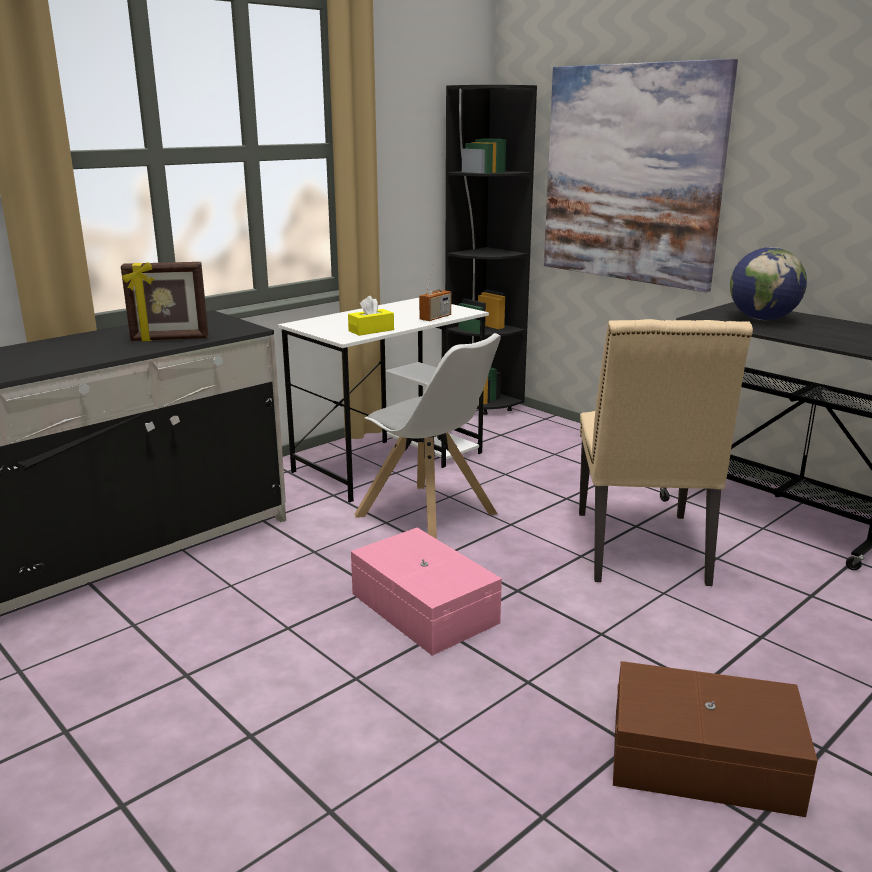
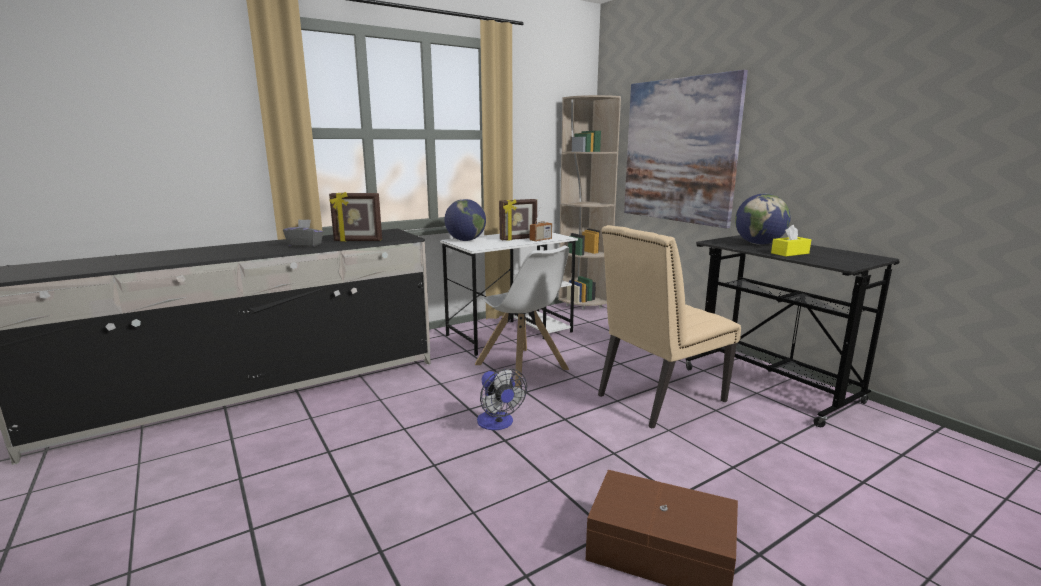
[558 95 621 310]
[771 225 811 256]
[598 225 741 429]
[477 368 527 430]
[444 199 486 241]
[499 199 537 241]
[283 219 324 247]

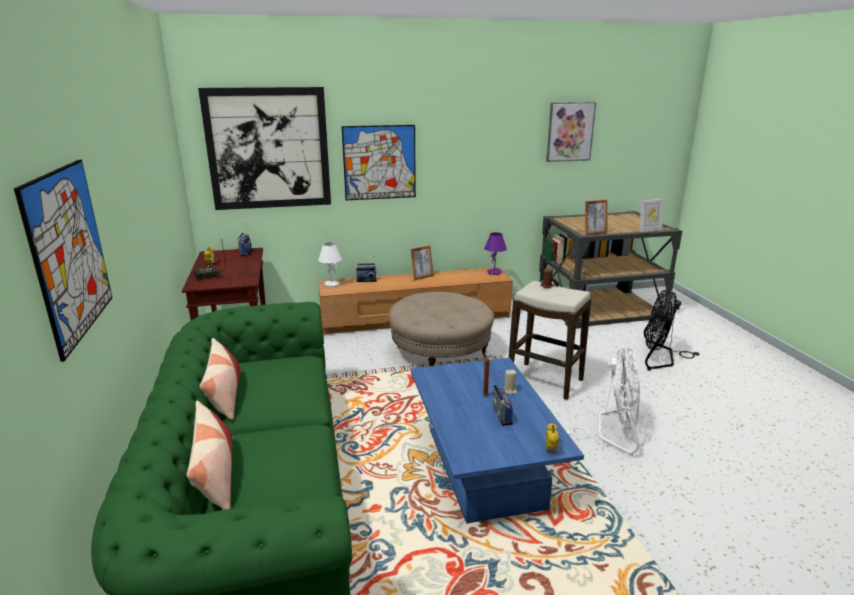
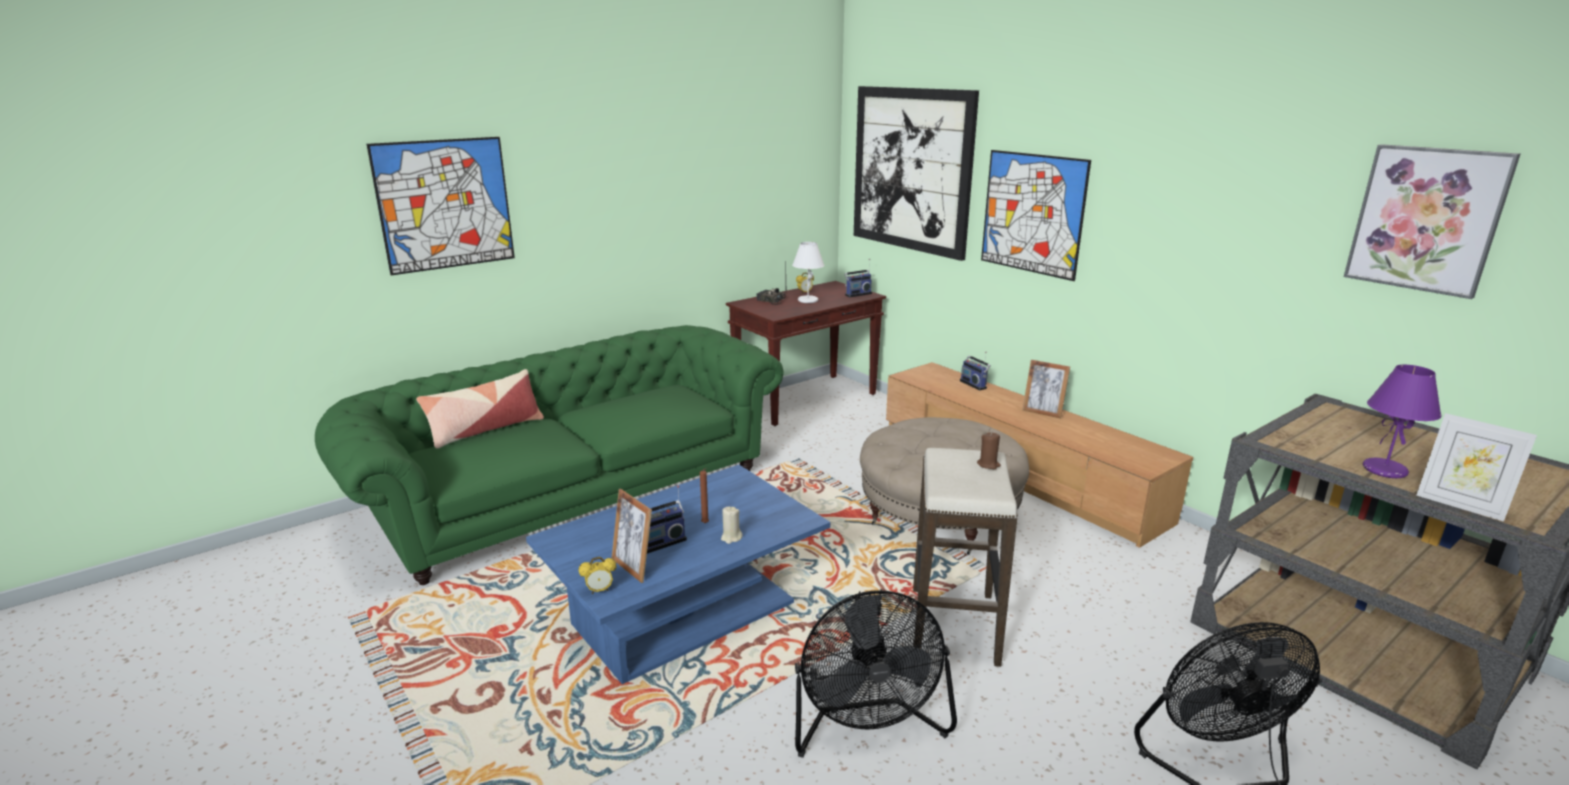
[612 489 652 583]
[1363 365 1442 478]
[792 242 825 303]
[200 338 241 420] (first image)
[795 589 957 758]

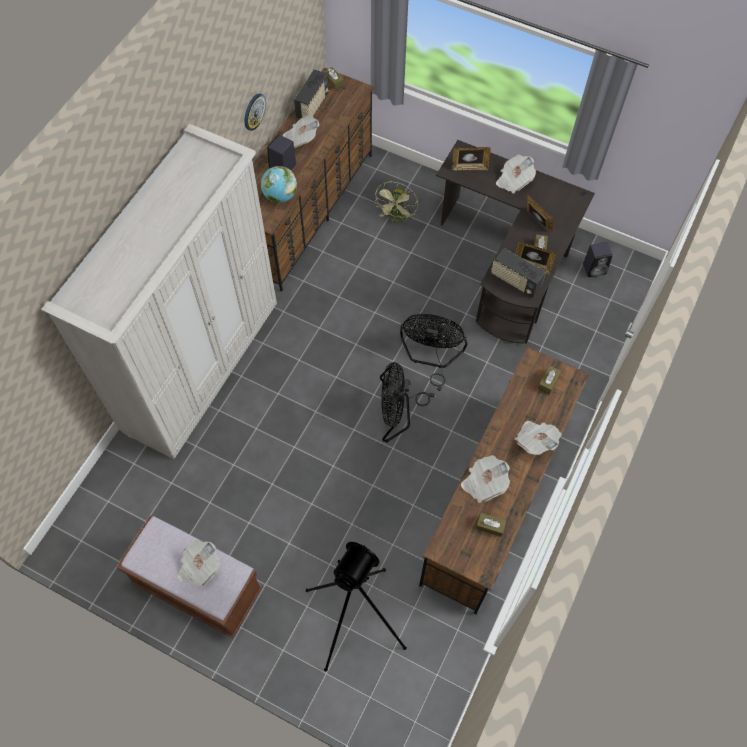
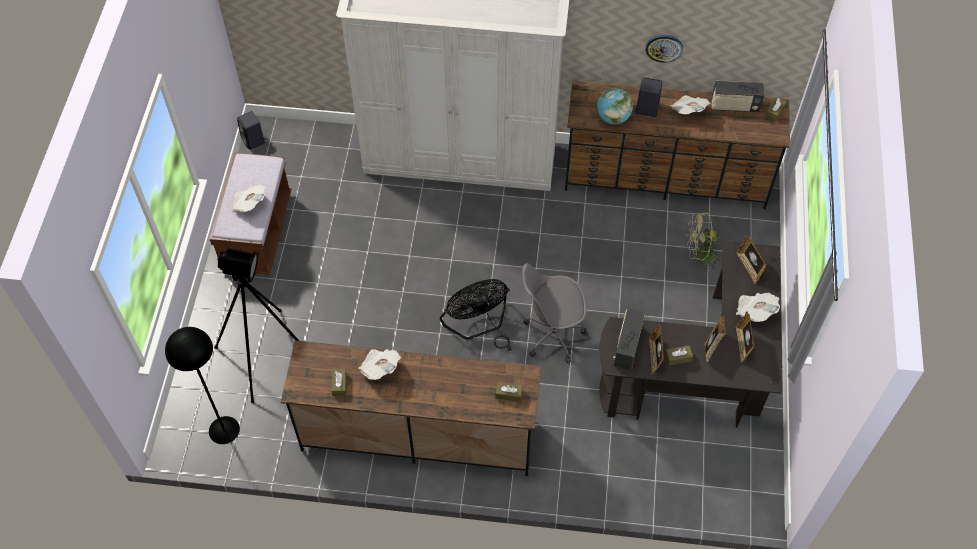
[237 111 265 150]
[522 263 587 363]
[514 421 562 455] (first image)
[736 312 754 363]
[165 327 240 444]

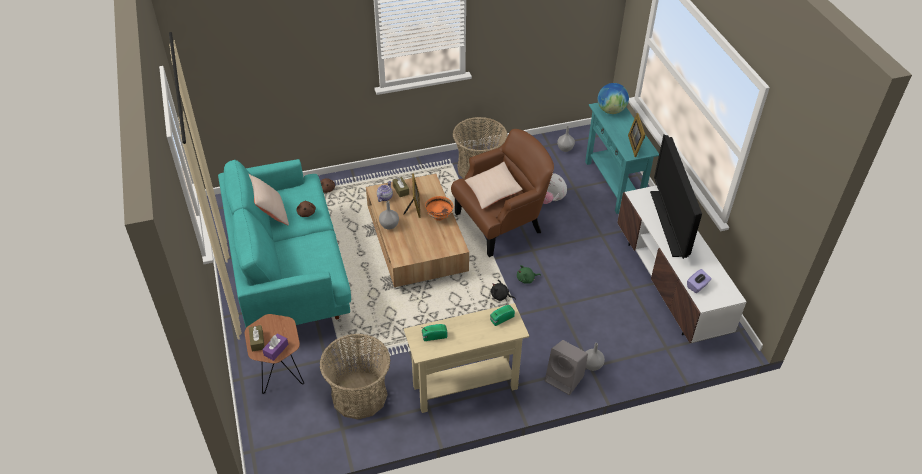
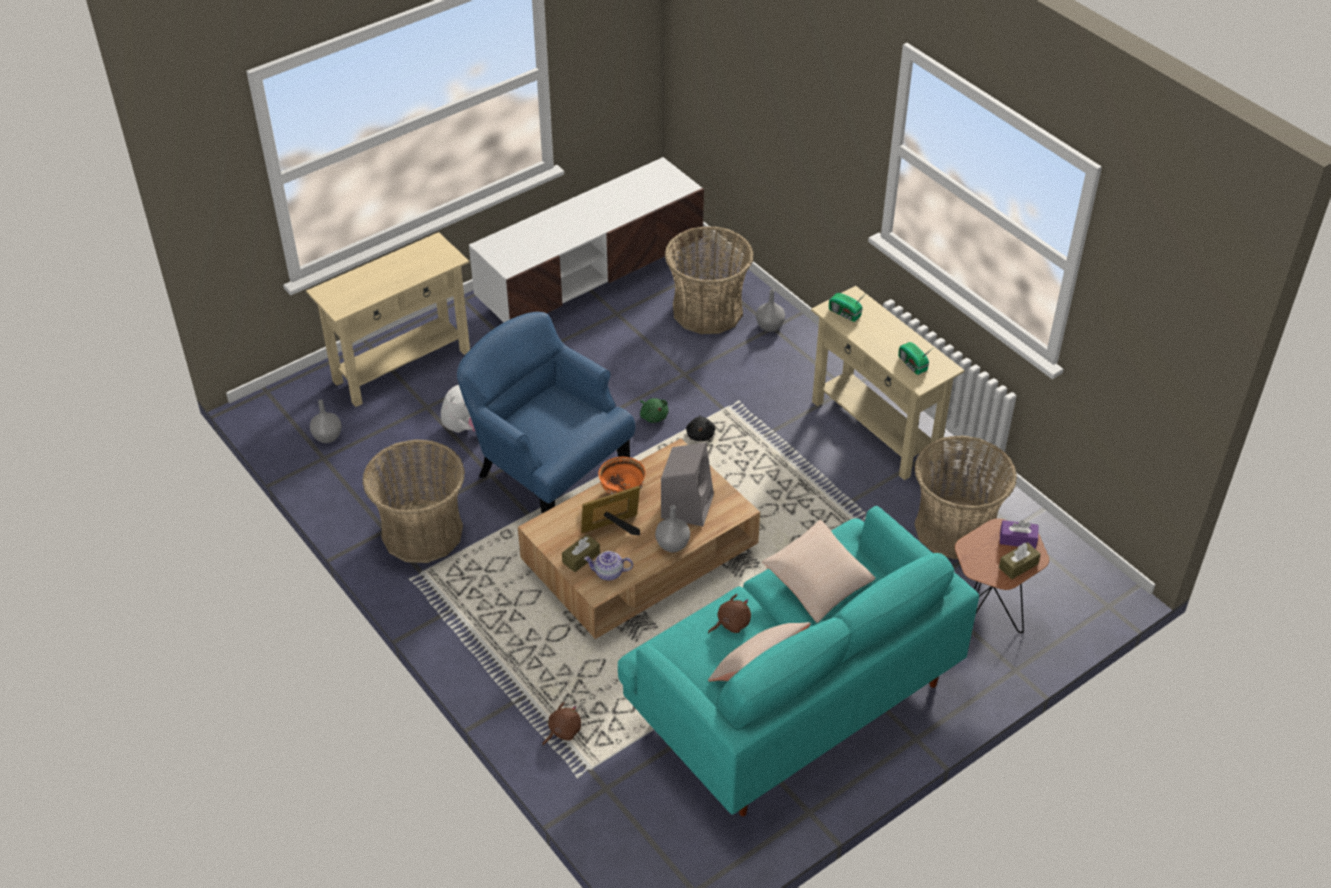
[598 83 629 114] (first image)
[306 232 470 407]
[628 113 645 157] (first image)
[457 312 635 513]
[650 134 702 259] (first image)
[762 520 876 623]
[687 269 712 293] (first image)
[661 442 714 526]
[665 226 754 334]

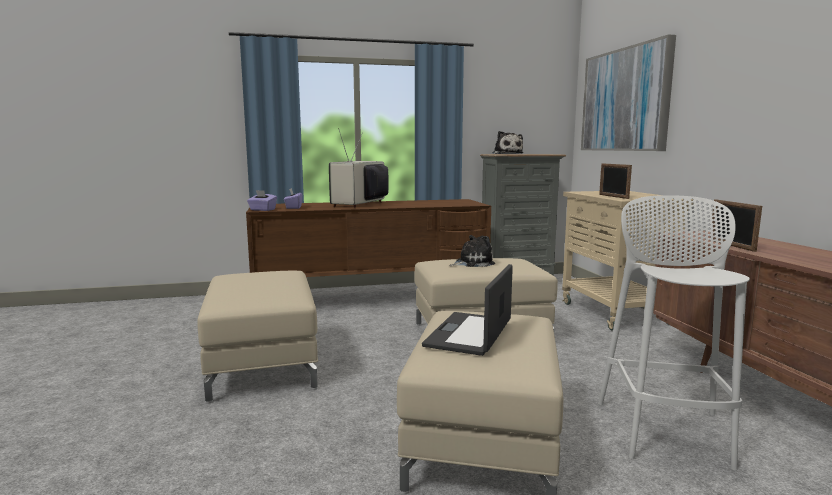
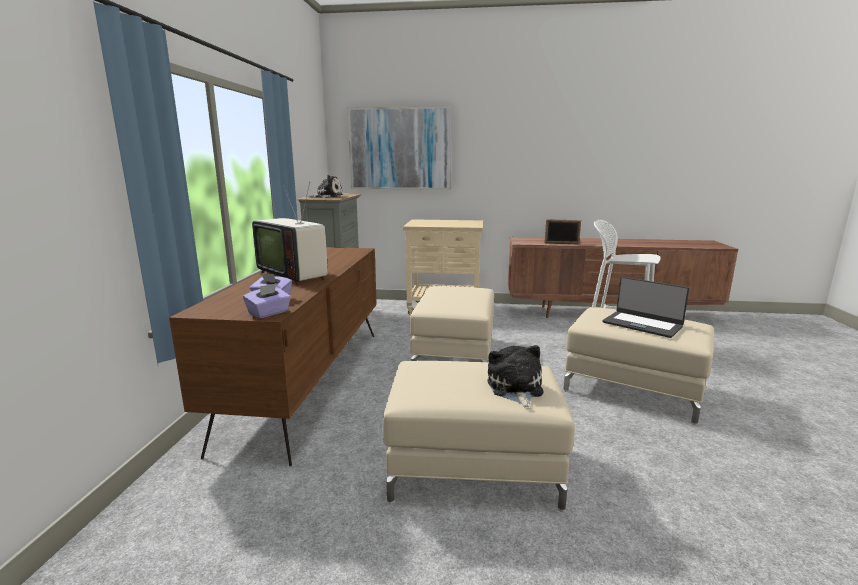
[599 164 632 199] (first image)
[488 345 543 409]

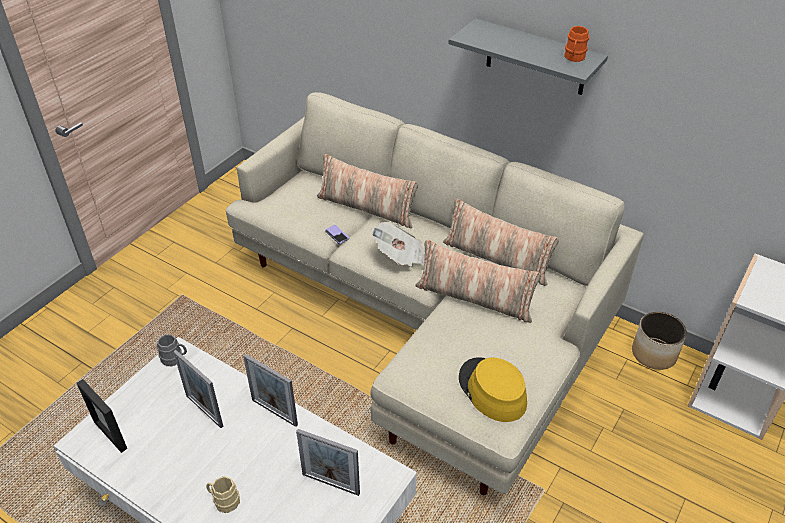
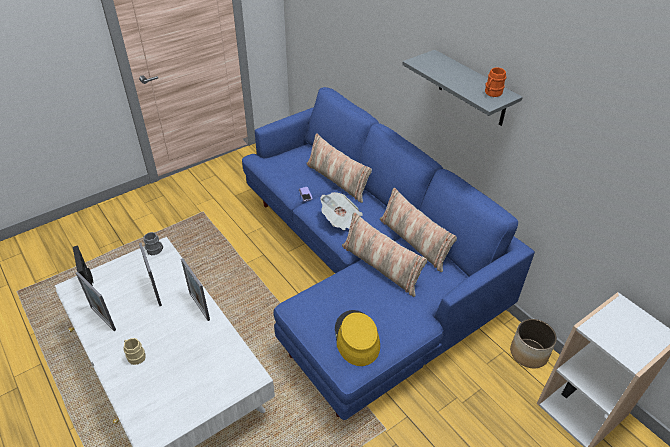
[242 87 535 420]
[76 272 116 331]

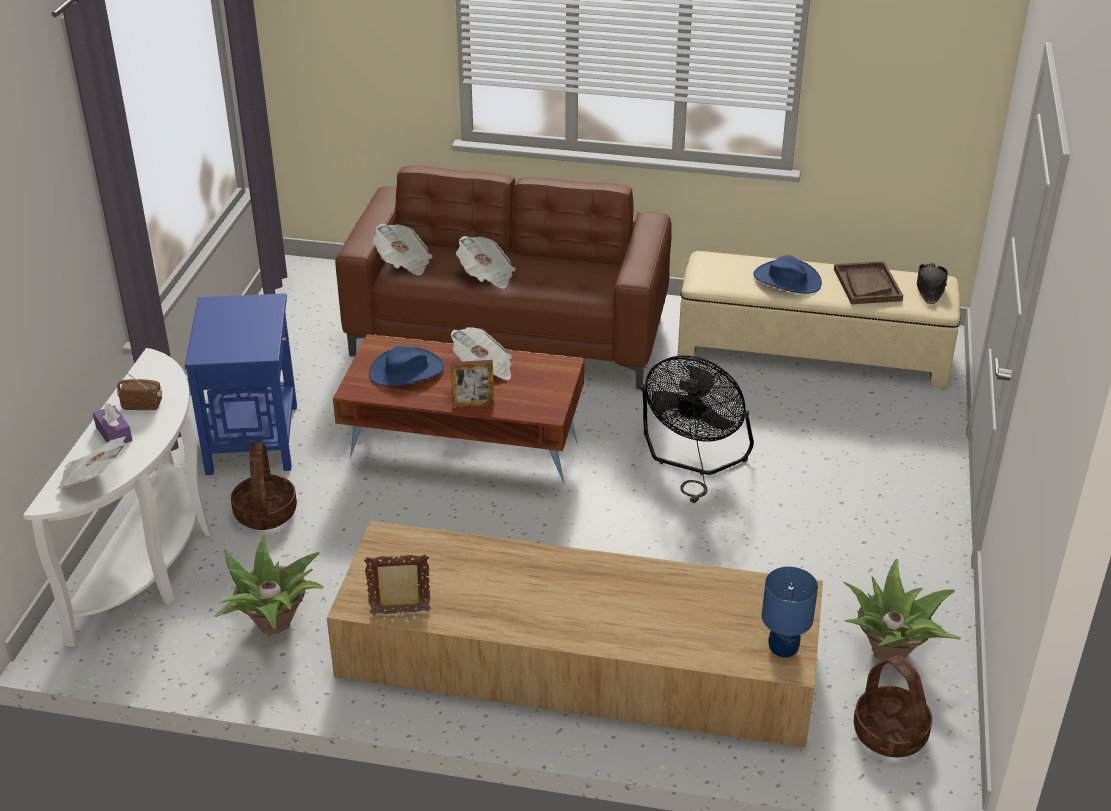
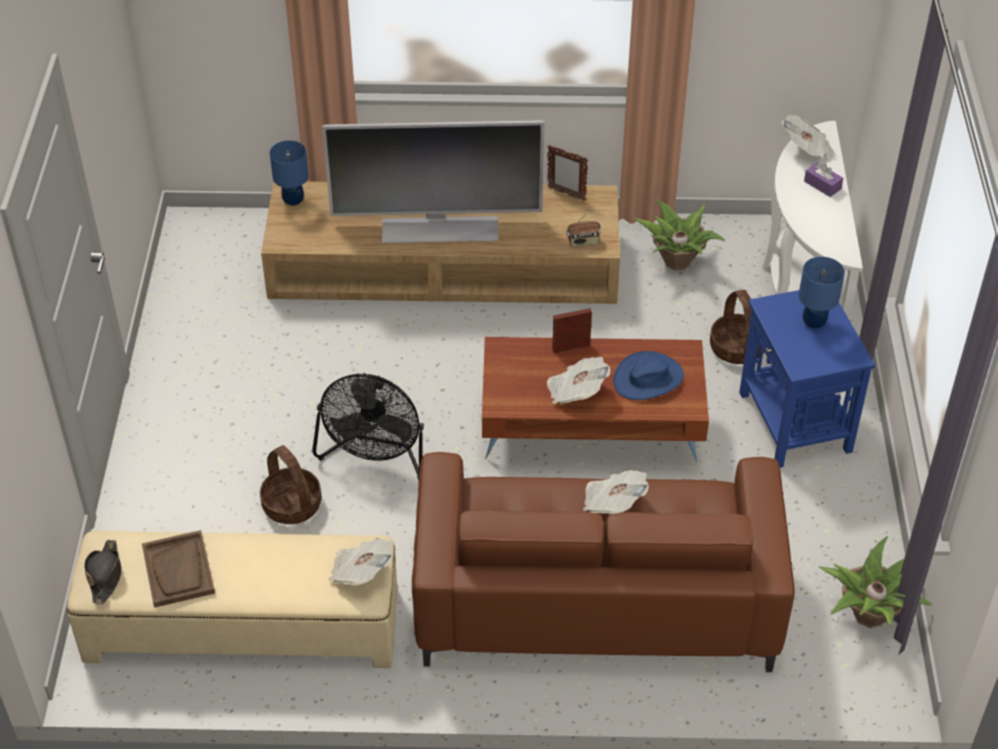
[329 538 393 586]
[753 255 822 294] (first image)
[566 212 601 247]
[547 145 588 201]
[819 536 932 628]
[260 445 322 524]
[322 120 544 243]
[799 257 845 328]

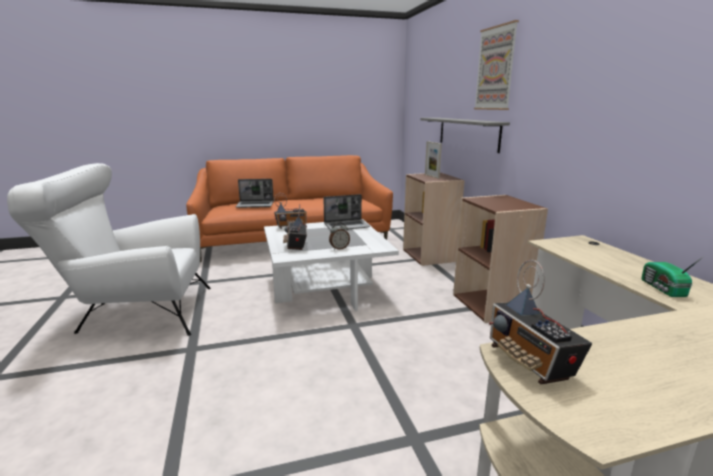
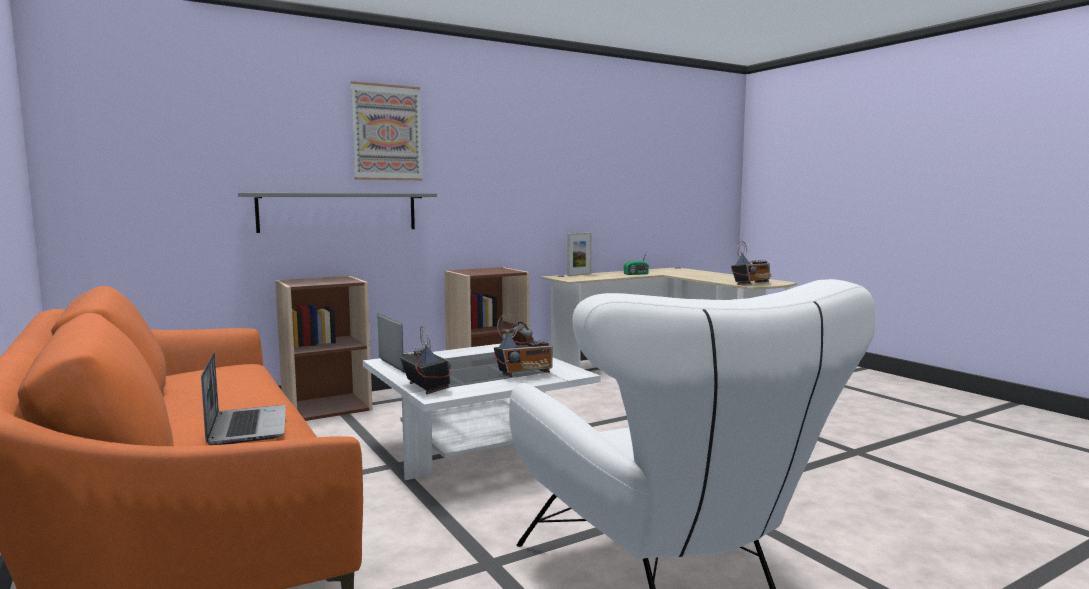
[567 233 592 276]

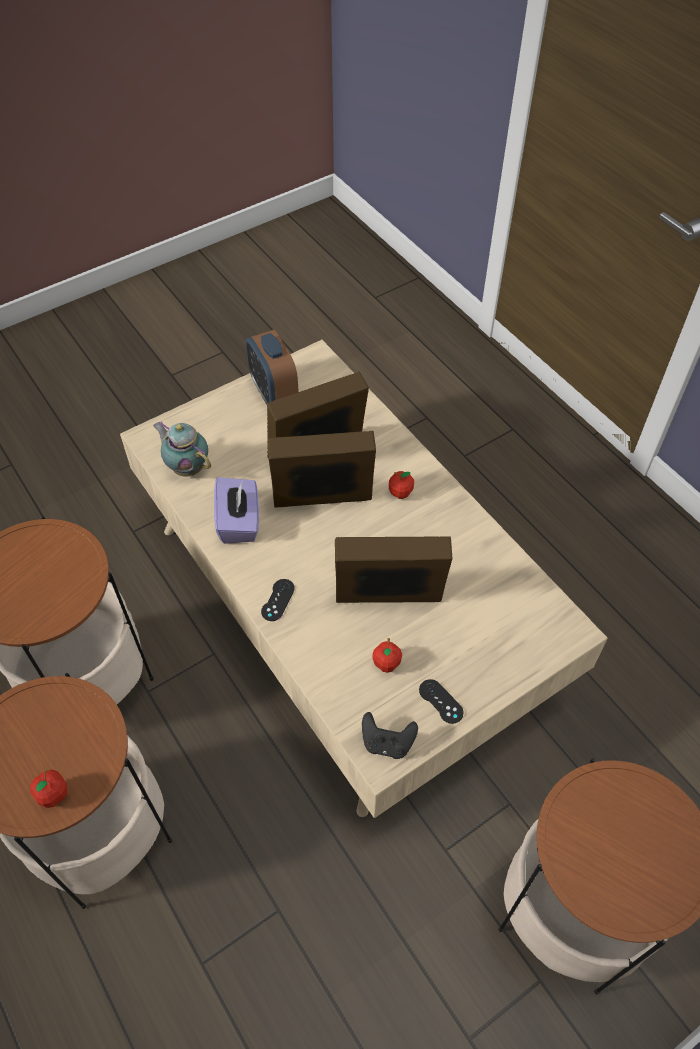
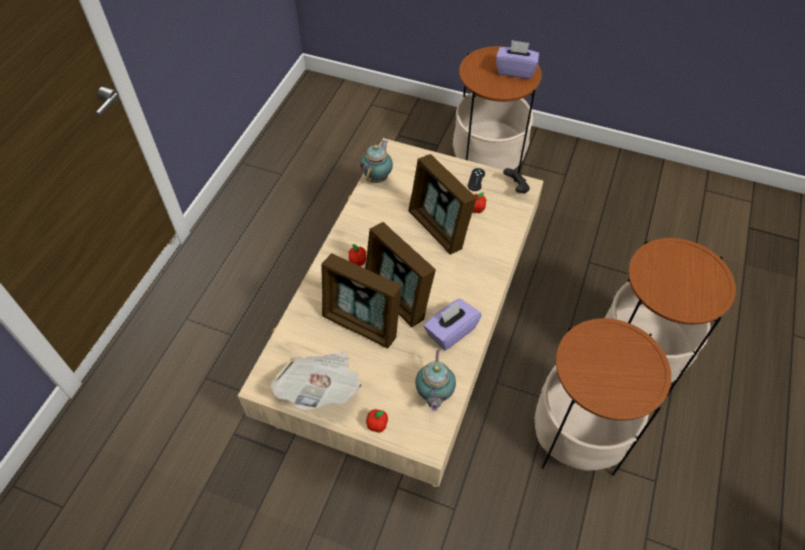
[271 352 362 410]
[261 579 295 621] (first image)
[366 409 388 433]
[496 40 539 79]
[360 140 393 183]

